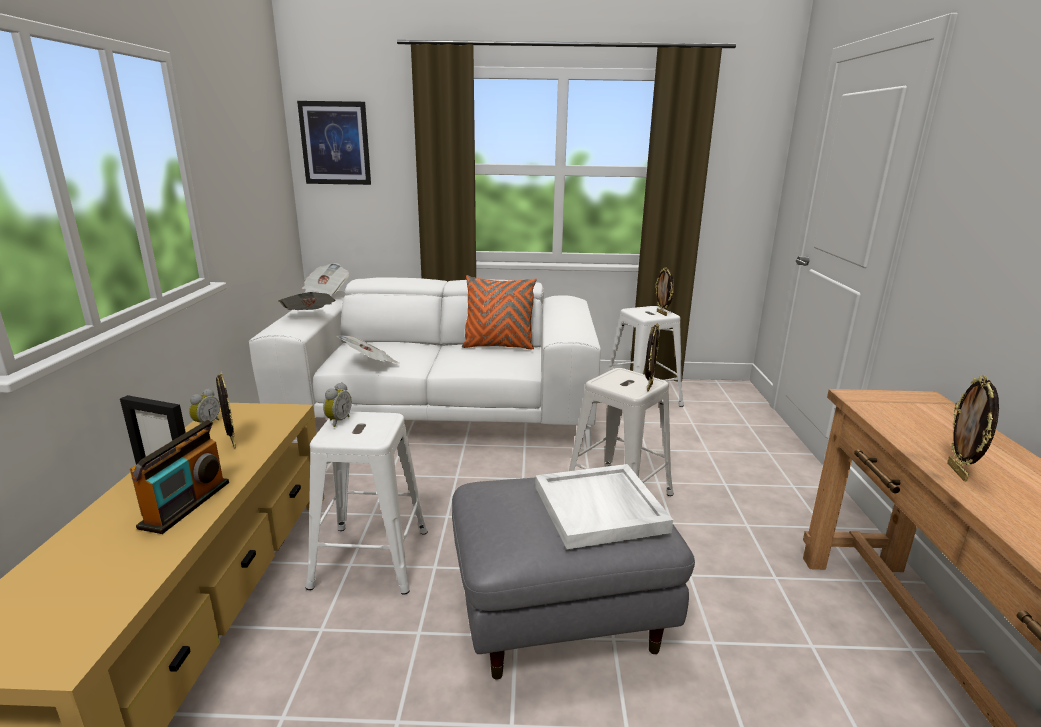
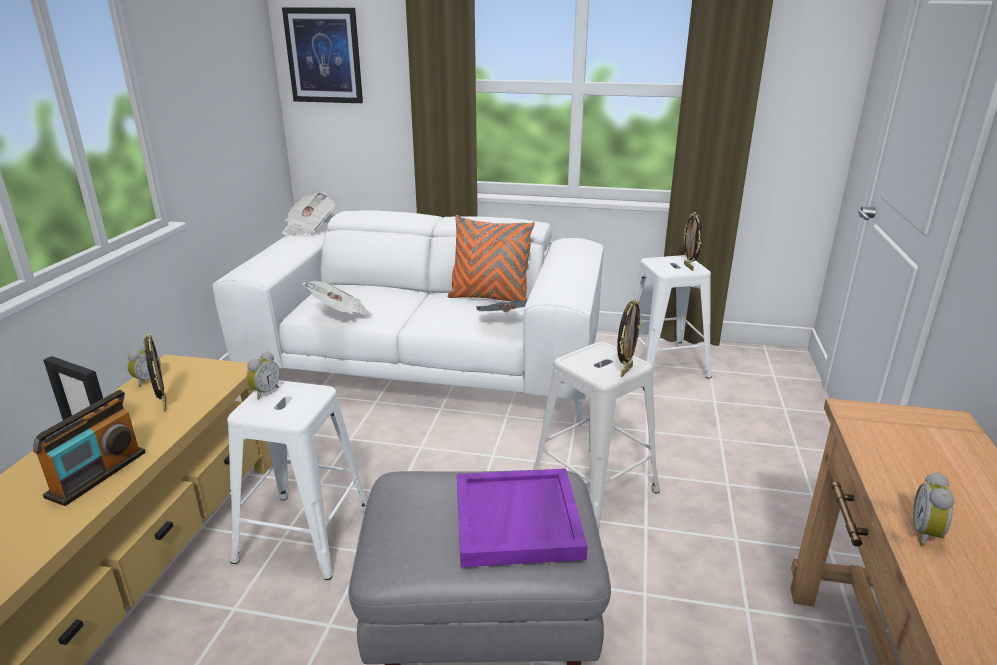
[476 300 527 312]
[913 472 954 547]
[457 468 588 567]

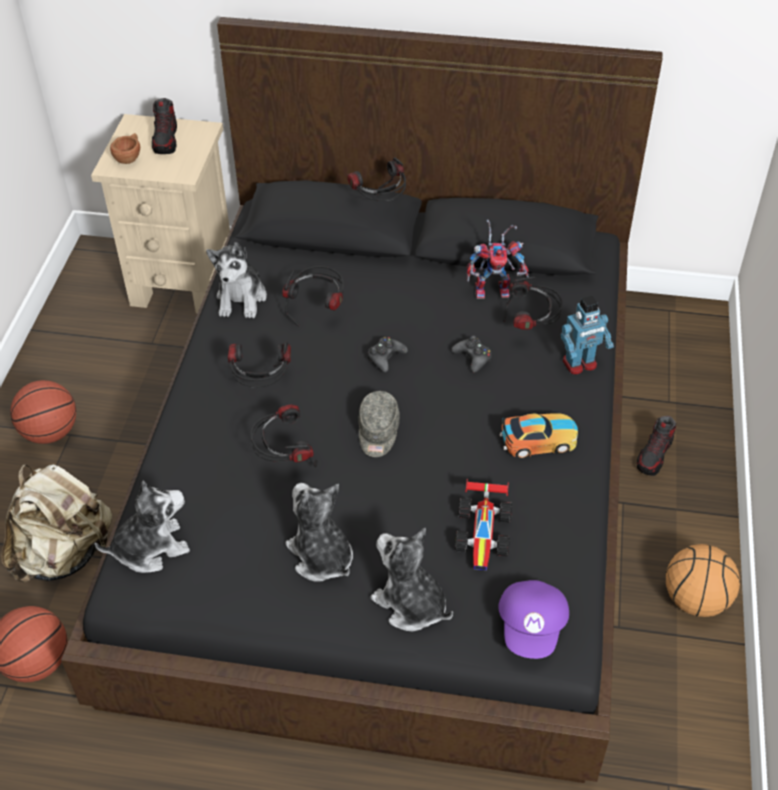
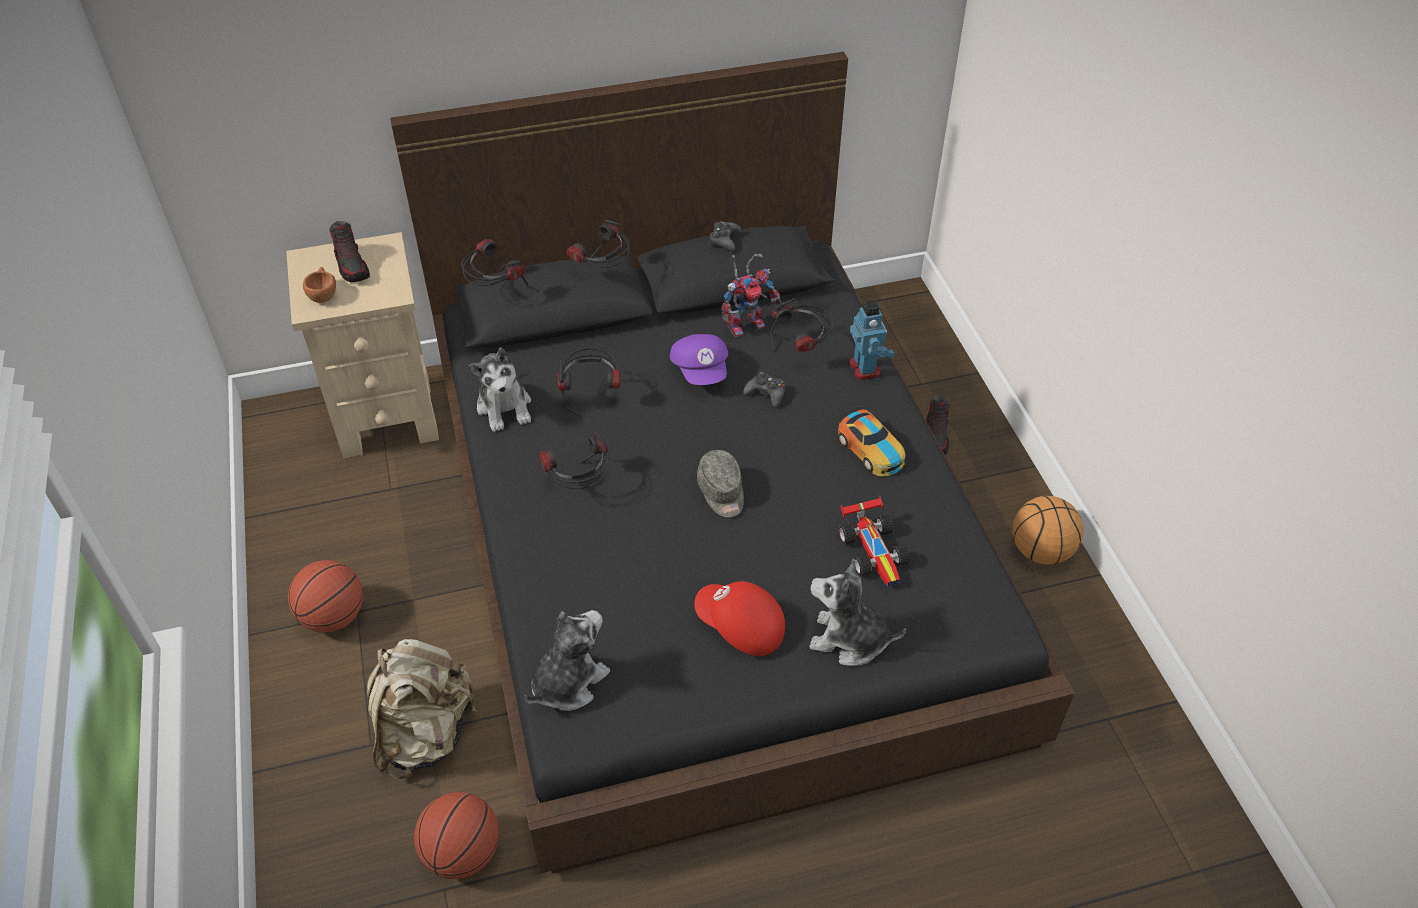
[850 300 895 380]
[709 221 741 251]
[461 239 528 286]
[838 406 905 477]
[694 581 785 656]
[670 334 728 385]

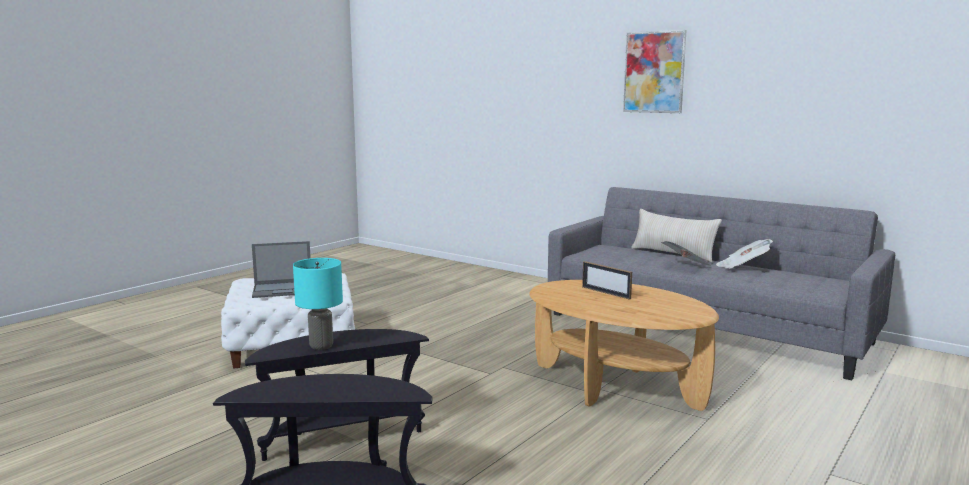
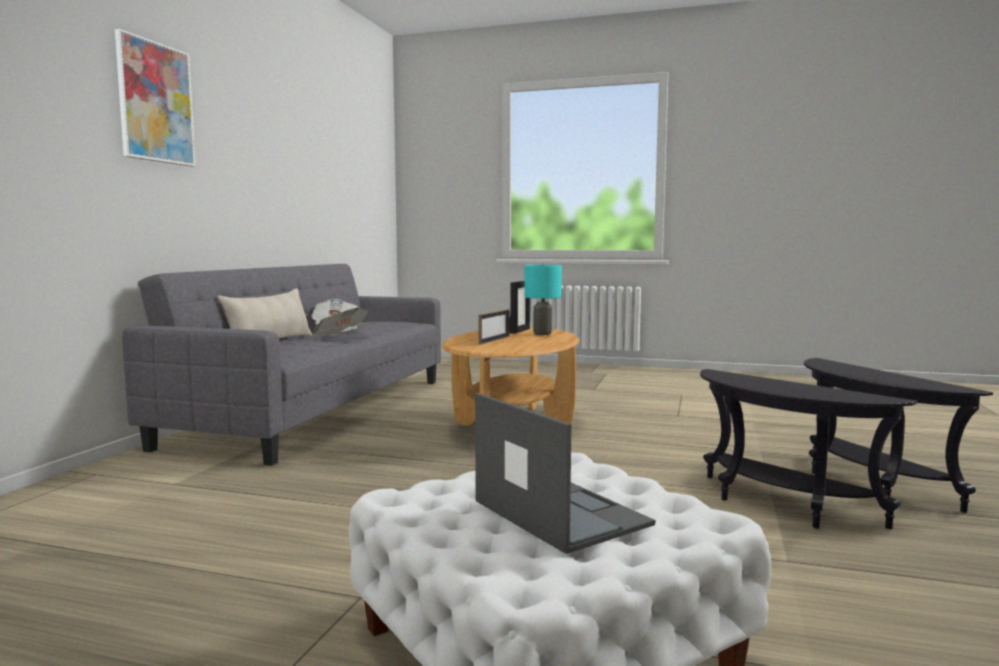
[524 264 562 335]
[509 281 530 334]

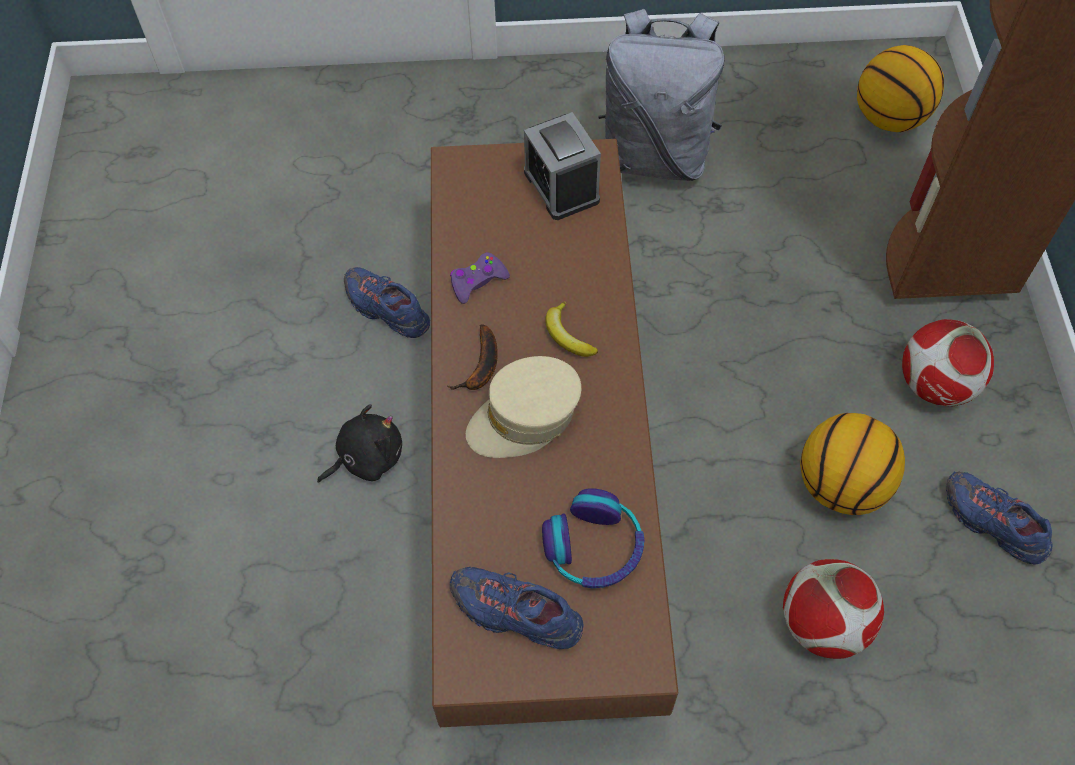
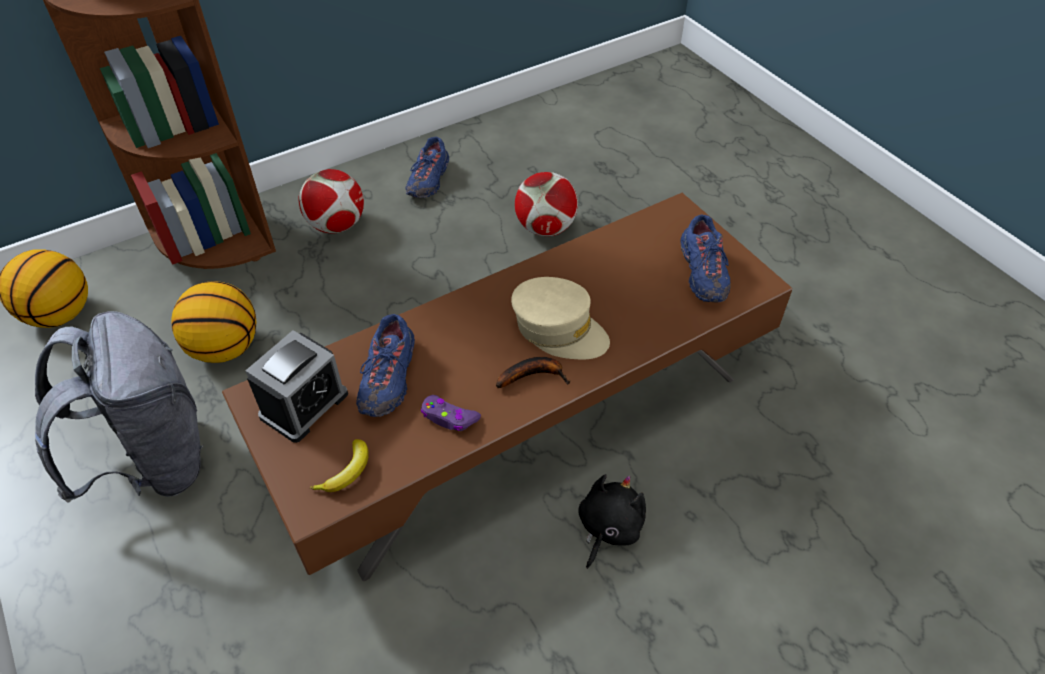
[356 314 415 417]
[310 439 369 492]
[578 474 646 569]
[172 281 256 363]
[542 488 644 588] (first image)

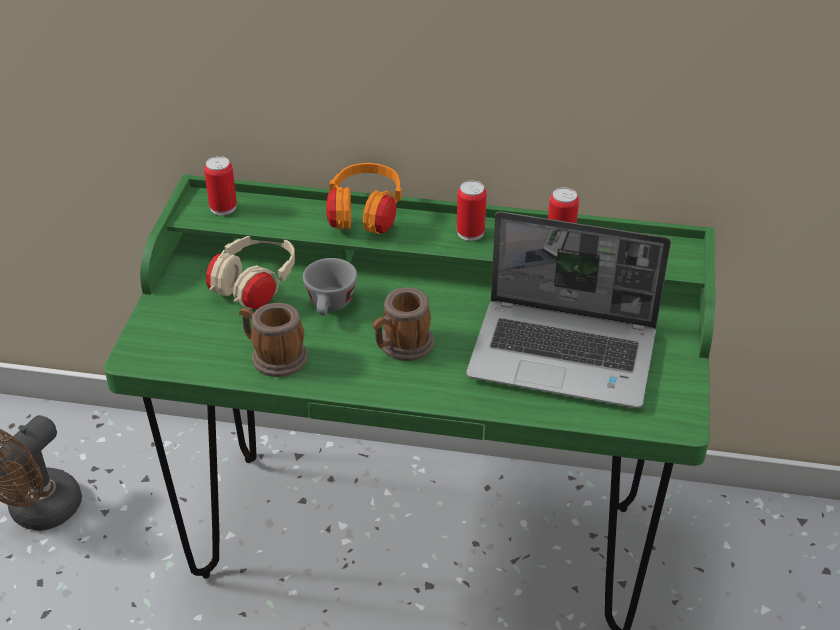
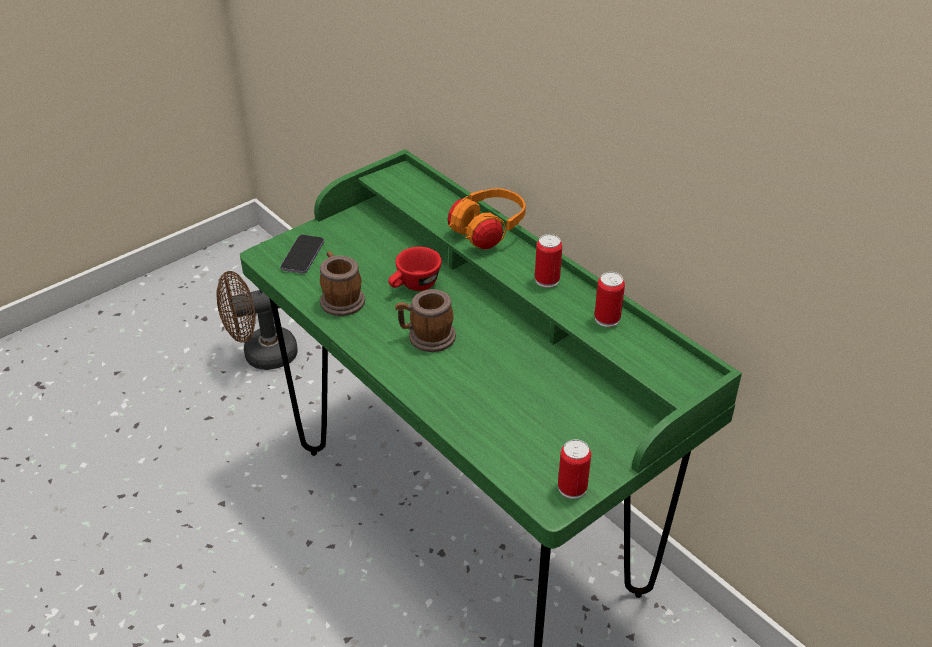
[558 439 591 499]
[466 212 671 408] (first image)
[206 236 295 310] (first image)
[388 247 442 291]
[280 235 324 273]

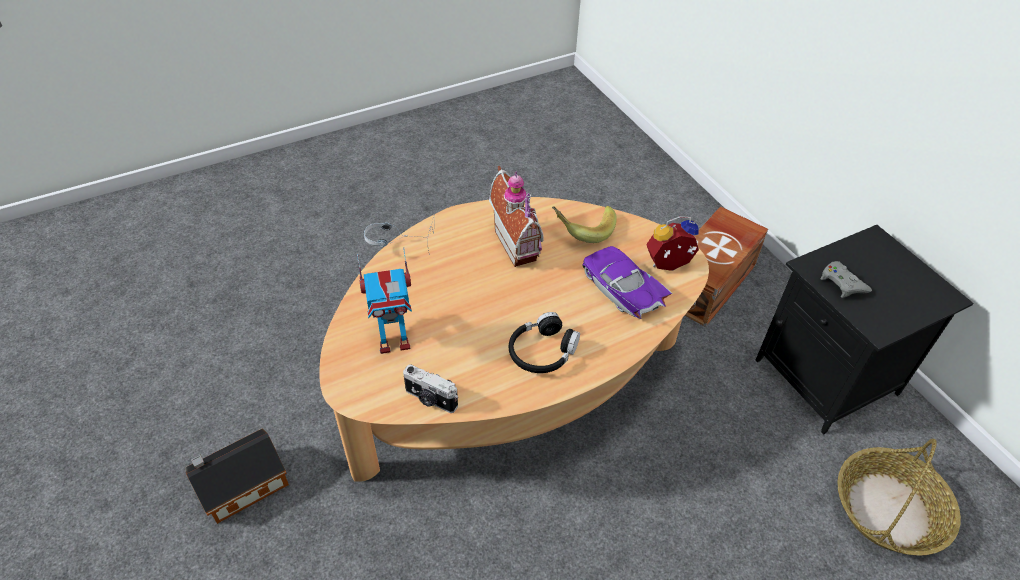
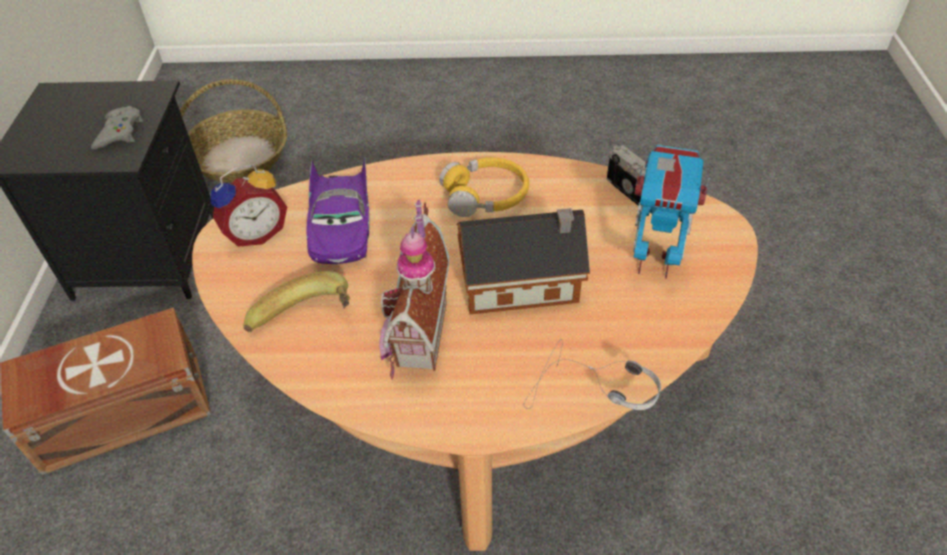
[211 165 287 247]
[439 157 529 217]
[457 208 590 314]

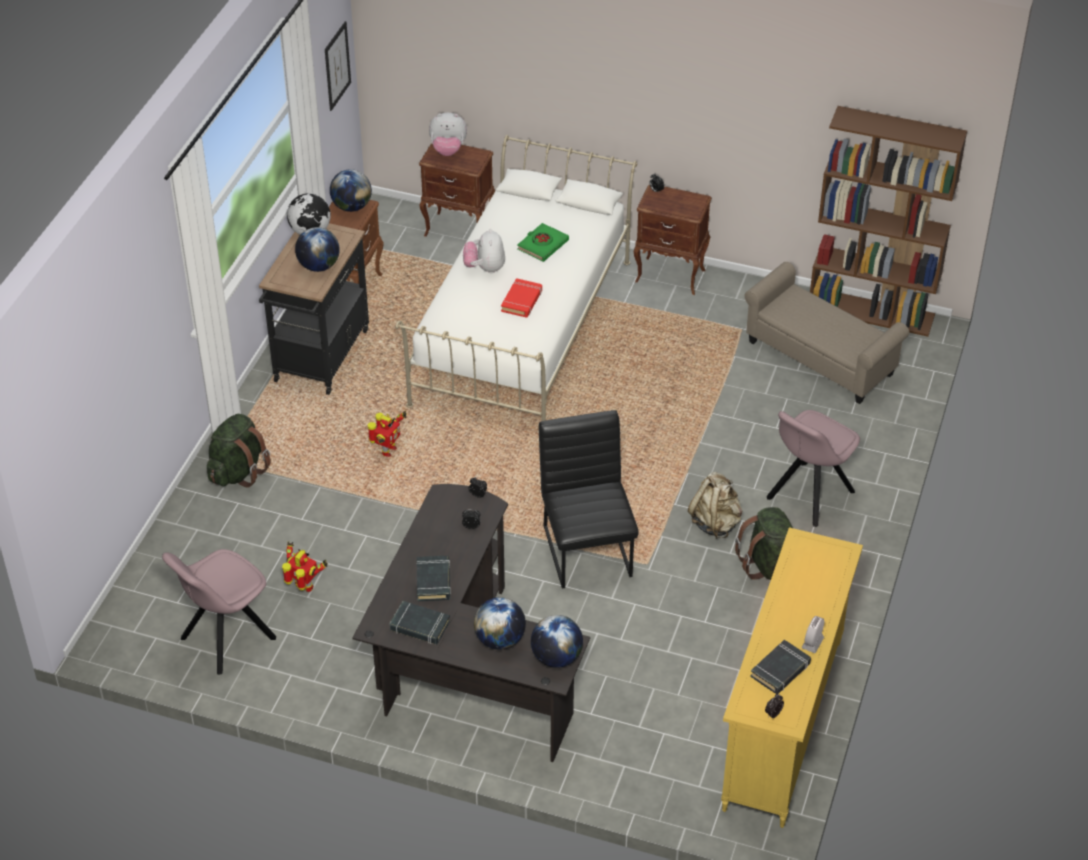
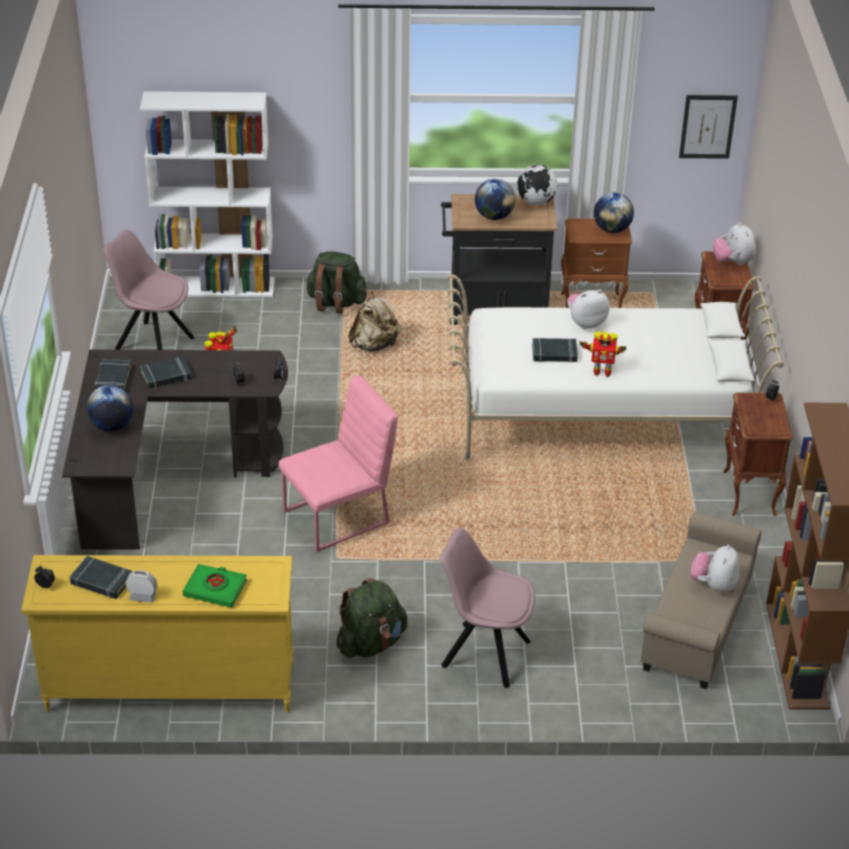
[183 564 247 608]
[532 338 578 363]
[279 375 398 552]
[579 332 626 377]
[348 292 401 351]
[531 615 583 668] (first image)
[140 91 275 297]
[691 545 739 593]

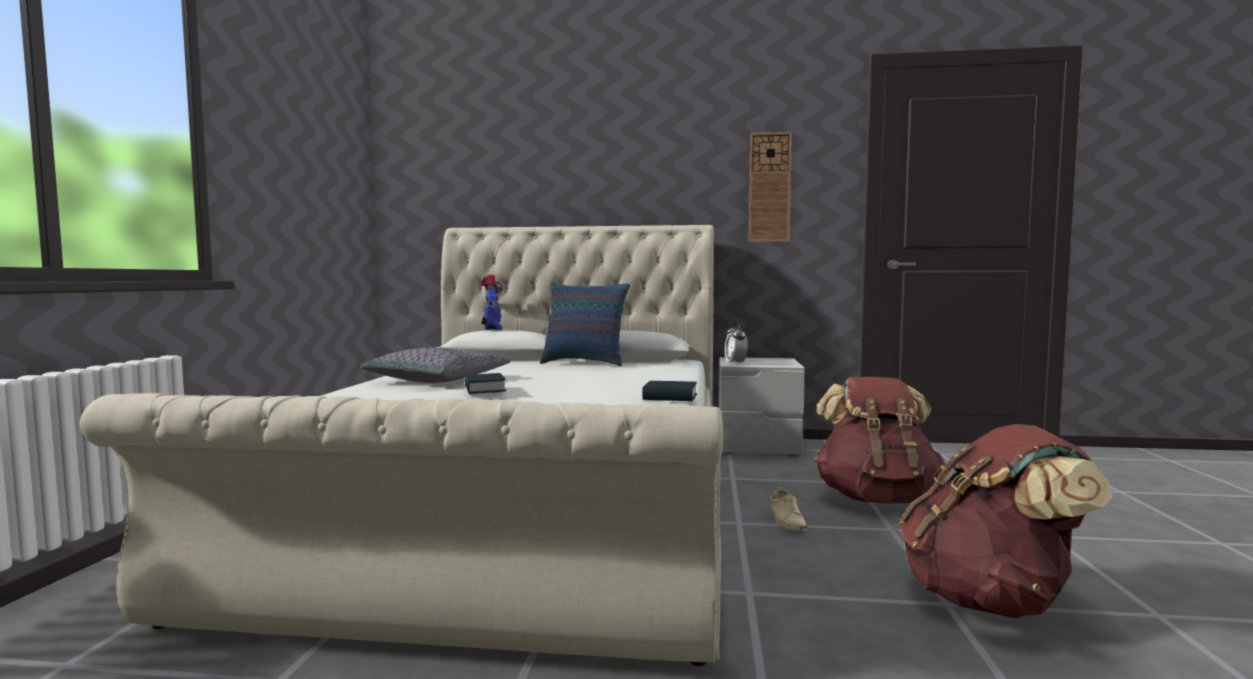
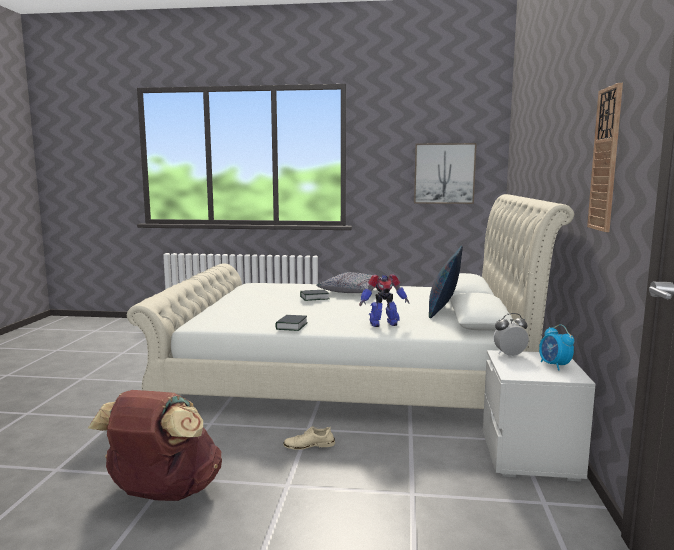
[359 274 409 327]
[814 377 945 503] (first image)
[414 143 477 204]
[539 324 574 371]

